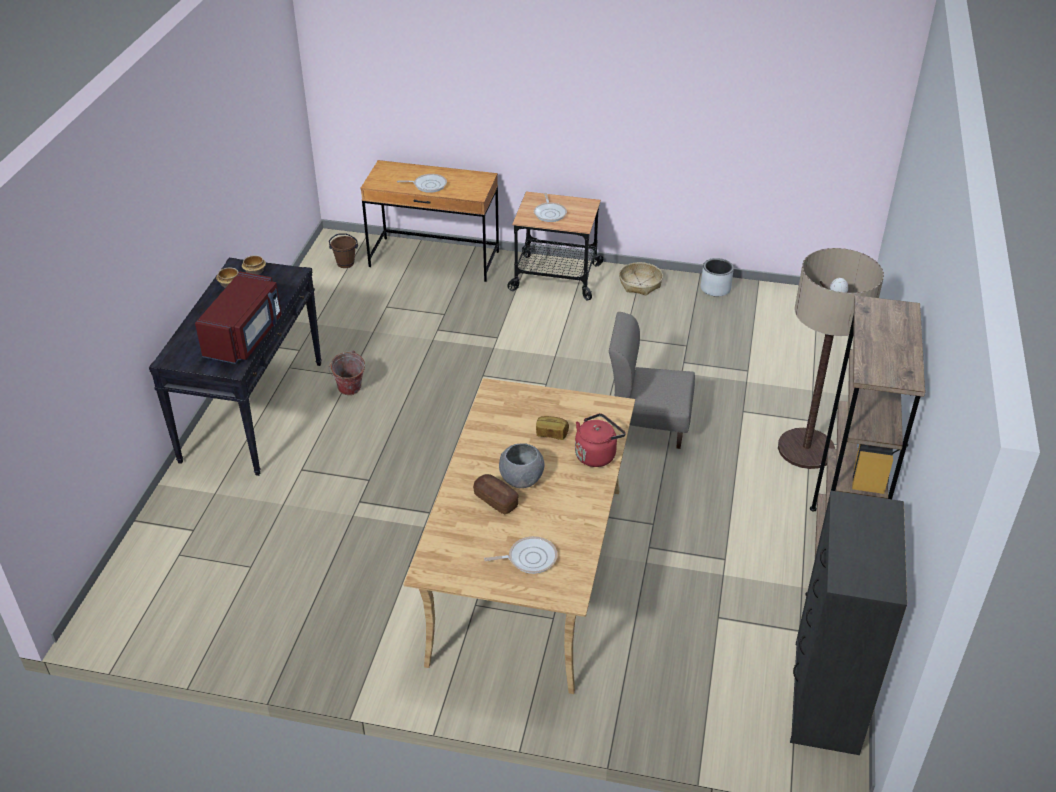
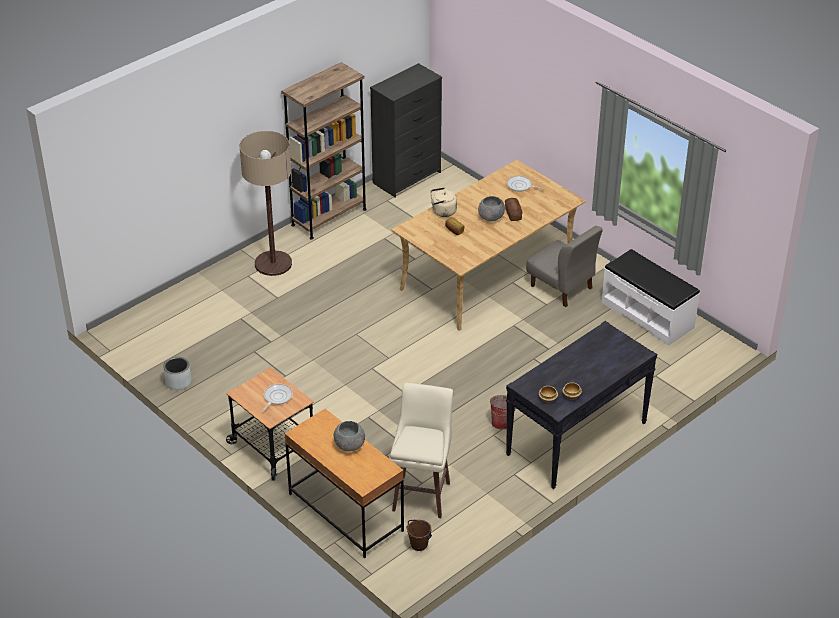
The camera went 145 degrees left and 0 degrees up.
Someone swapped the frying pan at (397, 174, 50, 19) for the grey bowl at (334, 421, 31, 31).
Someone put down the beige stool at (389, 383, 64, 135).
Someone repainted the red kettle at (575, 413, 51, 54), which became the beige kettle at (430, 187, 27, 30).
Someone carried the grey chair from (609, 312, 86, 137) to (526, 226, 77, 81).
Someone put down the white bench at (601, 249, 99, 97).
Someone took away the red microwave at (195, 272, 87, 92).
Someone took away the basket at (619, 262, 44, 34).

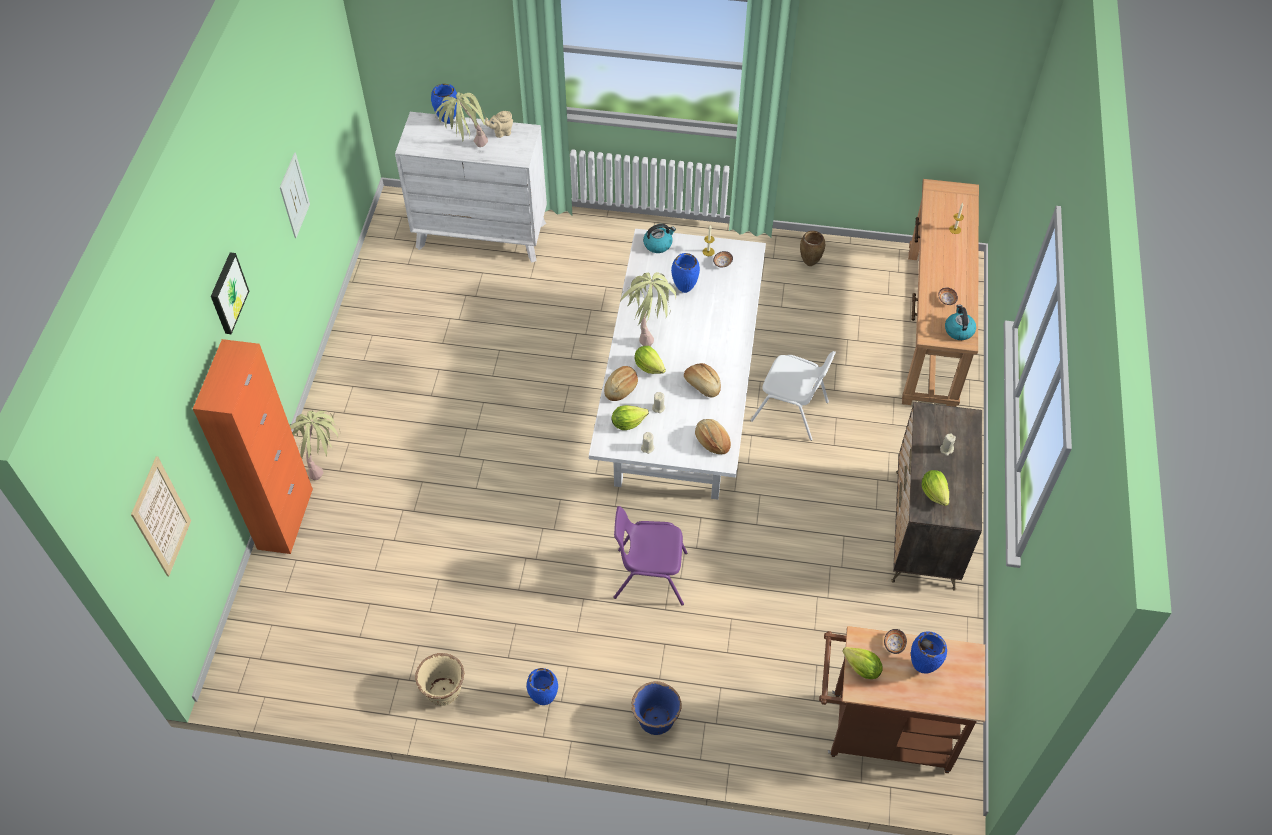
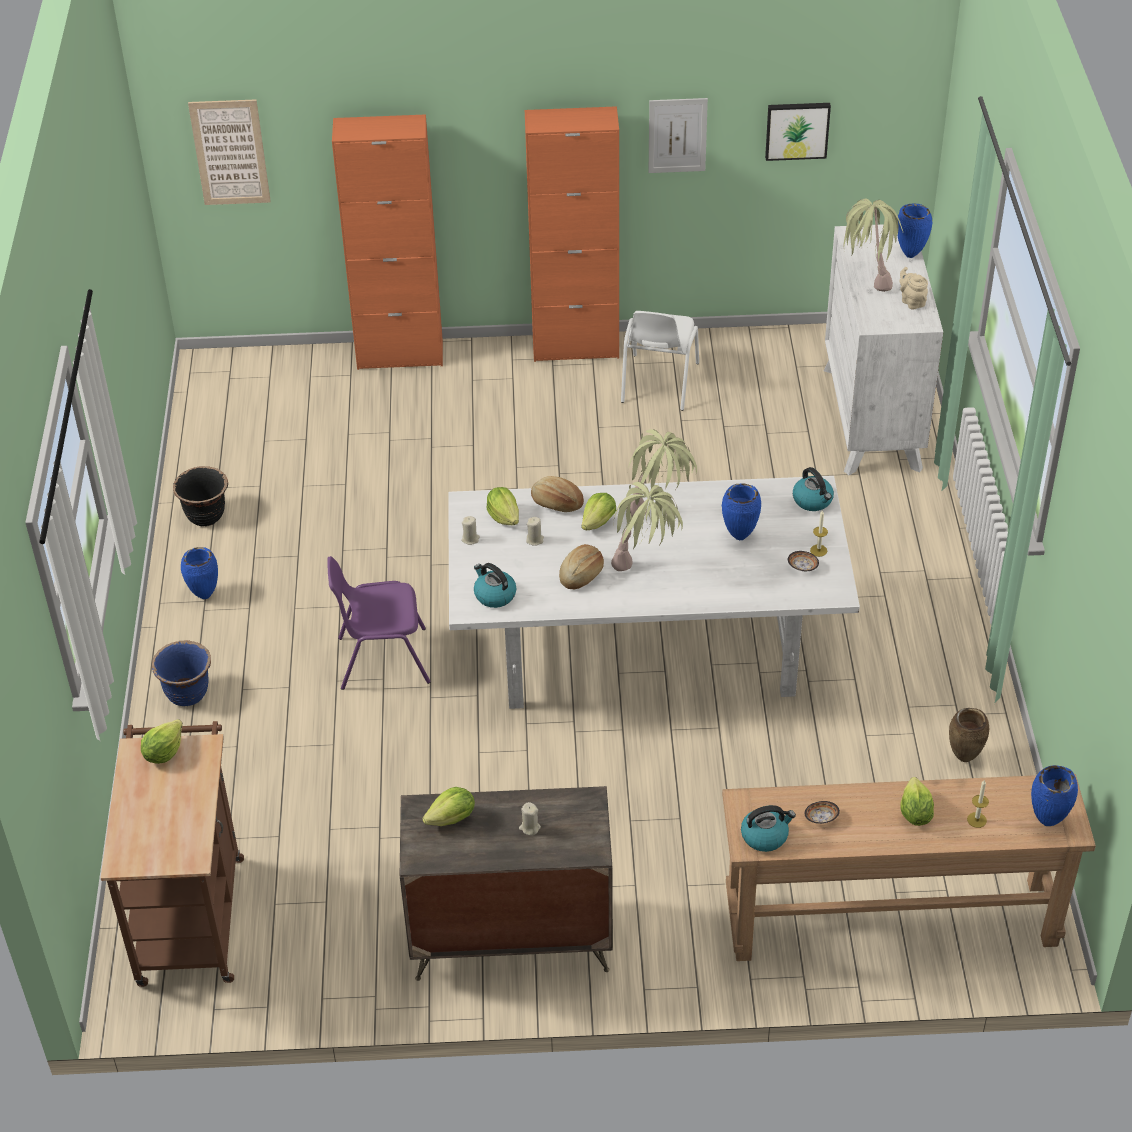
The camera went 80 degrees right and 10 degrees down.
Someone repainted the beige planter at (415, 653, 49, 53), which became the black planter at (173, 466, 55, 60).
Someone rotated the purple chair at (613, 506, 74, 100) by 90 degrees counterclockwise.
Someone swapped the bread at (695, 419, 36, 35) for the kettle at (474, 563, 42, 45).
Someone put down the orange cabinet at (525, 106, 94, 256).
Someone carried the potted plant from (290, 411, 50, 69) to (611, 482, 72, 89).
Someone carried the white chair from (750, 351, 86, 90) to (621, 311, 78, 100).
Someone carried the picture from (211, 252, 38, 82) to (765, 103, 66, 58).
Someone put down the lettuce at (900, 777, 34, 49).
Someone carried the blue vase from (911, 632, 36, 42) to (1031, 765, 47, 61).
Someone took away the bowl at (884, 629, 23, 25).

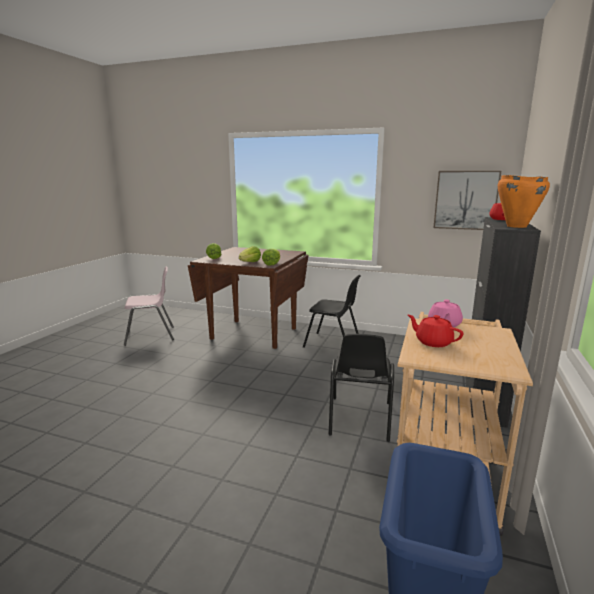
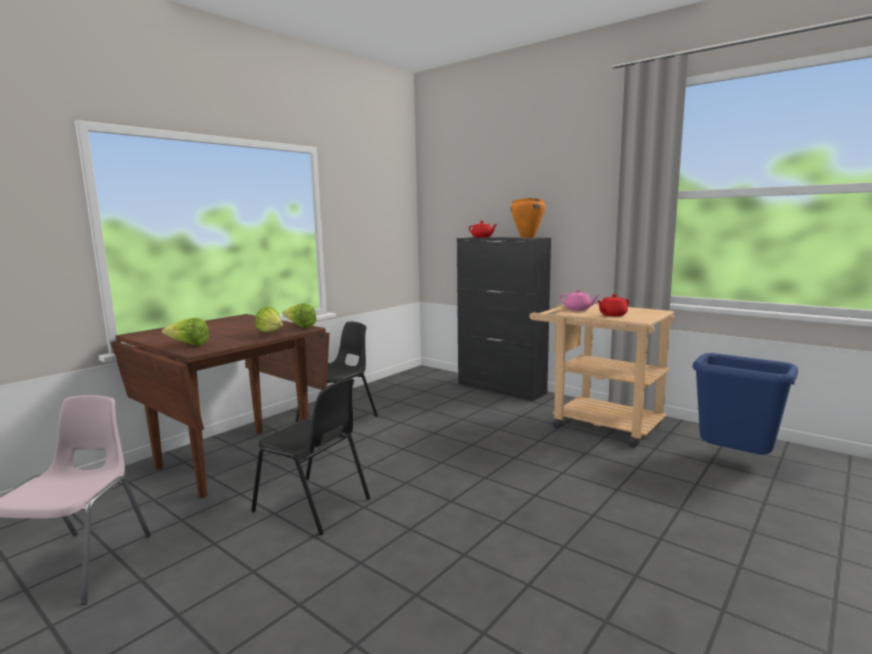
The camera went 70 degrees left and 5 degrees down.
Someone carried the black chair from (329, 334, 65, 108) to (251, 378, 119, 158).
Someone took away the picture at (433, 171, 68, 59).

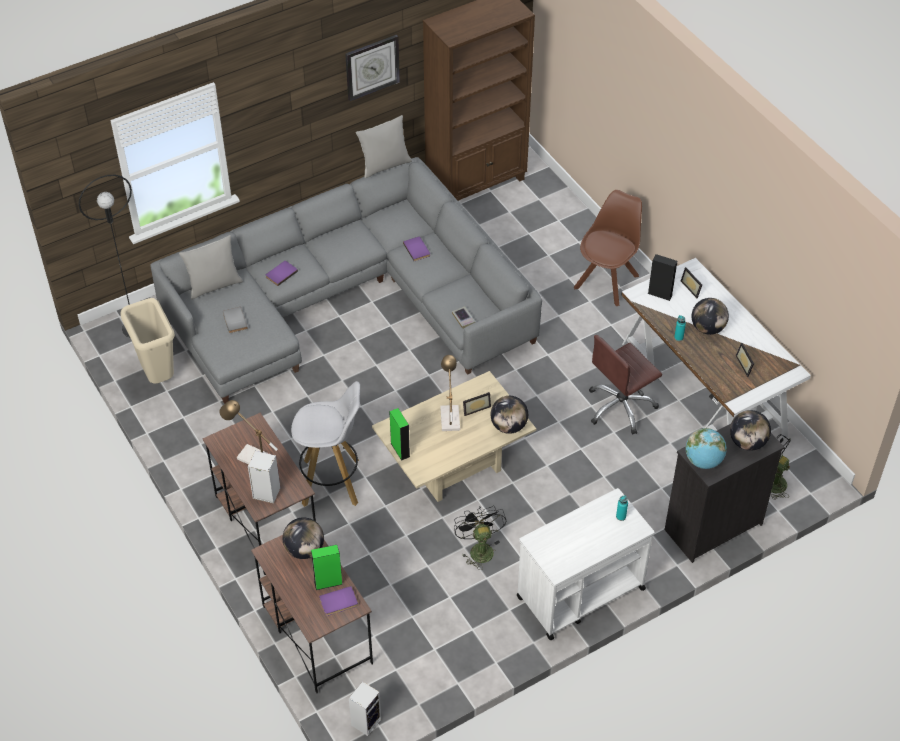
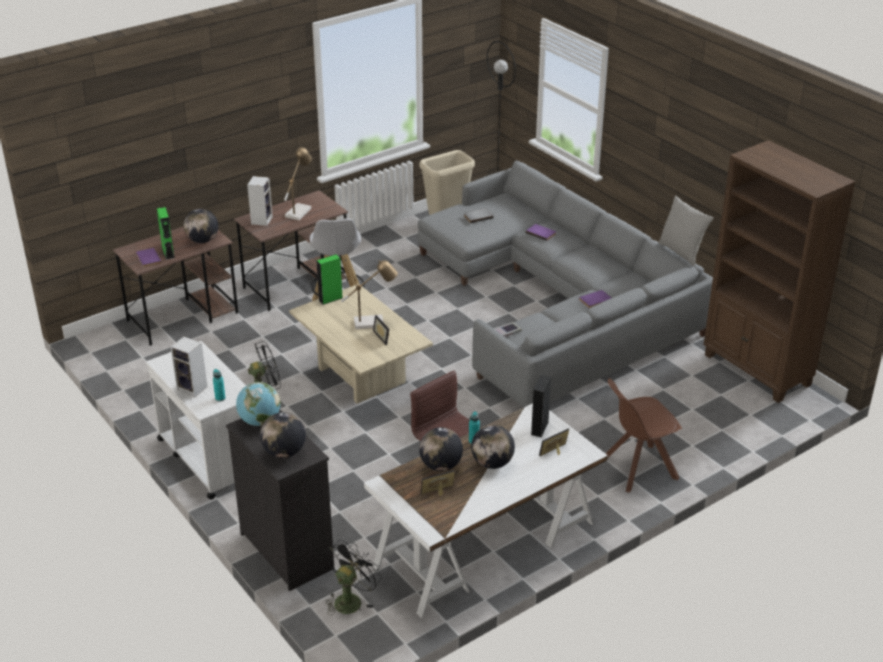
The camera went 85 degrees right and 15 degrees down.
Someone carried the speaker from (349, 682, 33, 54) to (171, 337, 36, 61).
Someone carried the globe from (491, 396, 37, 38) to (419, 427, 44, 44).
Someone rotated the brown chair at (574, 190, 68, 116) by 135 degrees clockwise.
Someone took away the grey pillow at (179, 235, 64, 64).
Someone took away the wall clock at (345, 34, 55, 67).

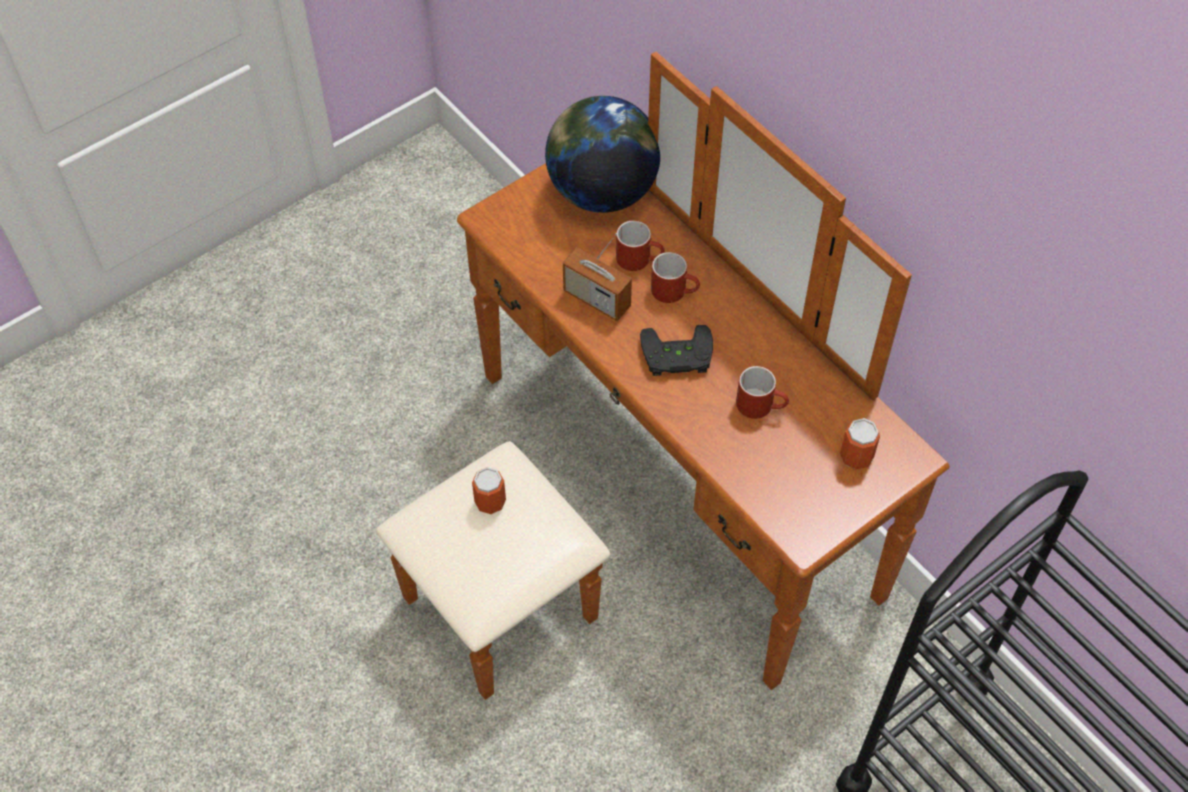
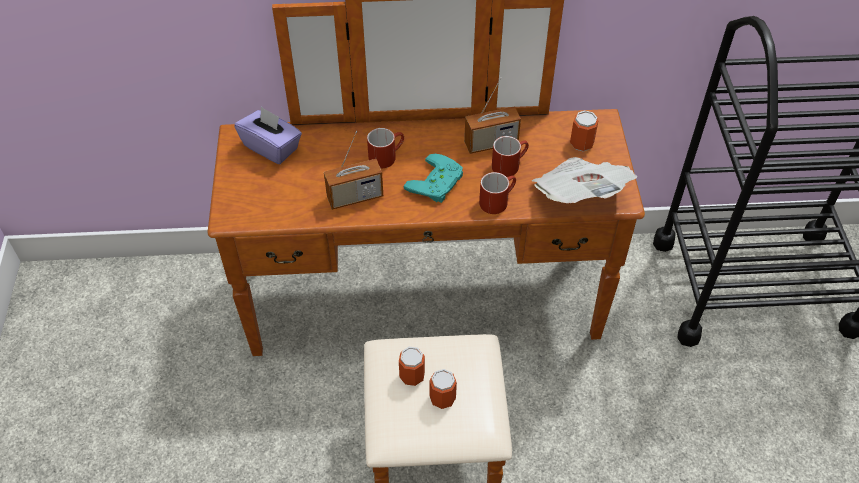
The camera went 55 degrees left and 5 degrees down.
Someone swapped the globe at (545, 96, 115, 117) for the purple tissue box at (235, 106, 67, 58).
Someone repainted the black game controller at (640, 325, 73, 51), which became the turquoise game controller at (404, 154, 59, 49).
Someone put down the can at (430, 369, 27, 40).
Someone put down the radio at (464, 78, 57, 76).
Someone carried the red mug from (616, 220, 49, 51) to (479, 172, 37, 42).
Someone put down the newspaper at (532, 157, 105, 46).

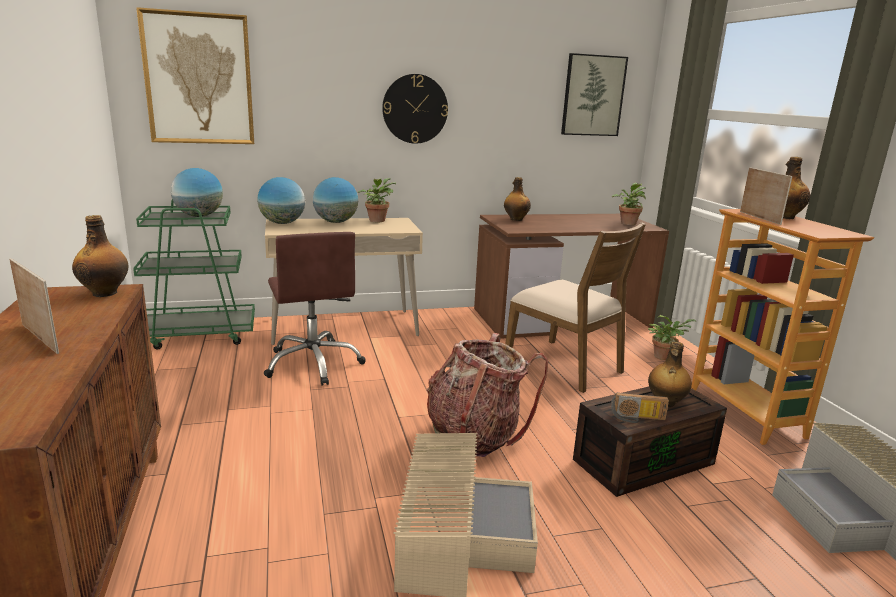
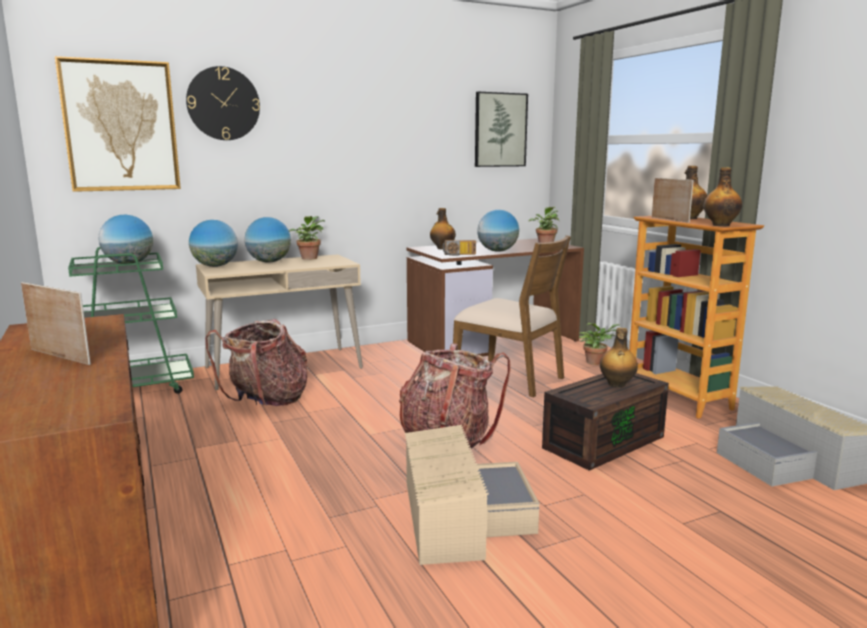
The camera went 10 degrees left and 5 degrees down.
Someone carried the wall clock from (382, 74, 66, 70) to (186, 66, 74, 74).
Someone swapped the brown office chair at (264, 232, 102, 154) for the backpack at (205, 319, 102, 87).
Someone carried the radio from (611, 393, 58, 30) to (442, 240, 34, 16).
Someone put down the globe at (477, 210, 42, 42).
Someone carried the bottle from (72, 215, 56, 82) to (703, 167, 39, 59).

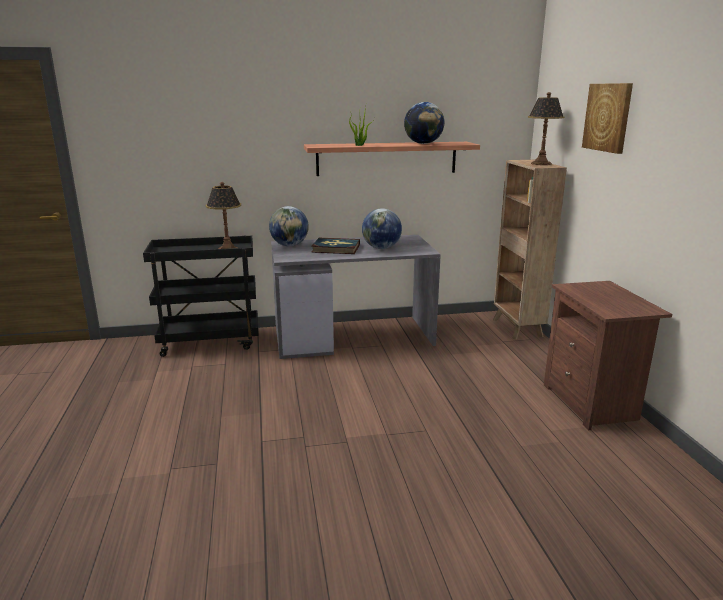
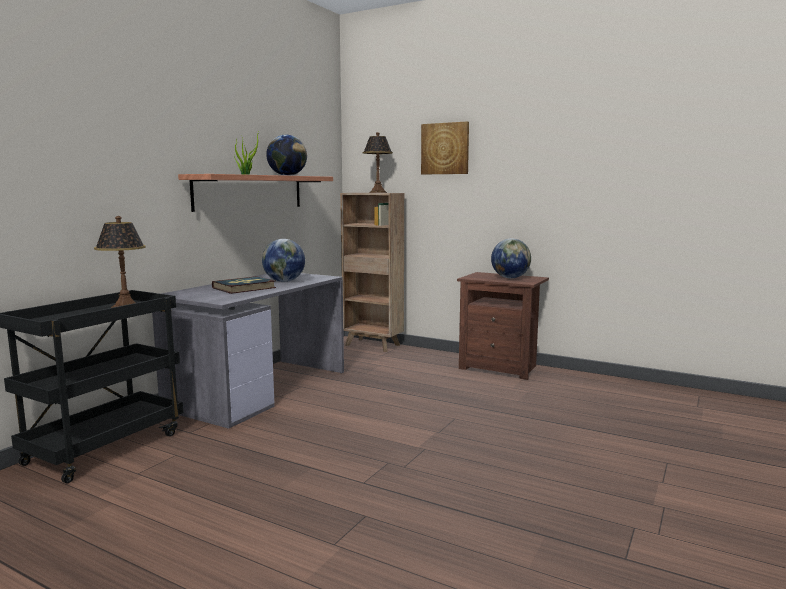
The camera went 50 degrees left and 10 degrees down.
Someone carried the globe from (269, 206, 40, 40) to (491, 238, 40, 40).

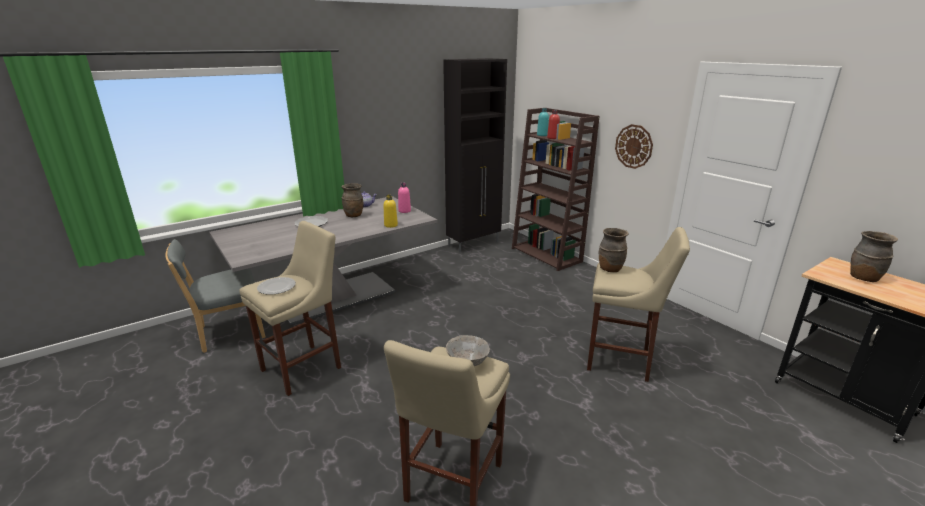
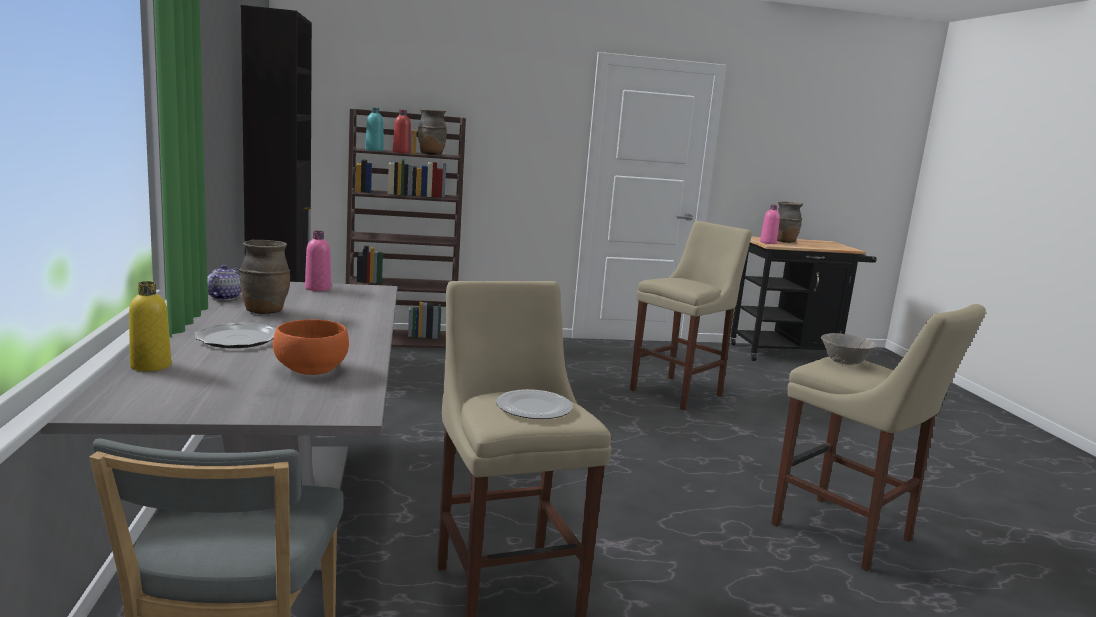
The camera went 65 degrees left and 10 degrees down.
Someone carried the yellow bottle from (384, 195, 14, 33) to (129, 281, 42, 91).
Someone put down the orange bowl at (273, 319, 76, 56).
Someone carried the brown vase from (599, 228, 30, 44) to (418, 109, 29, 46).
Someone put down the pink bottle at (760, 204, 20, 40).
Someone took away the wall clock at (615, 124, 38, 45).

